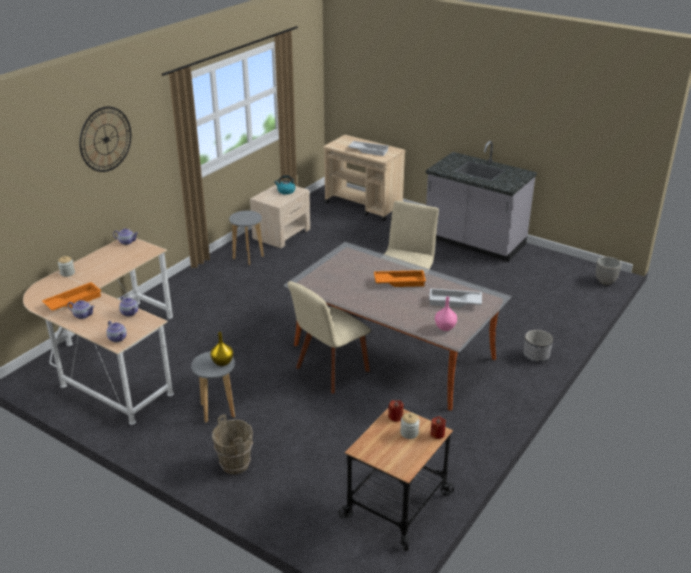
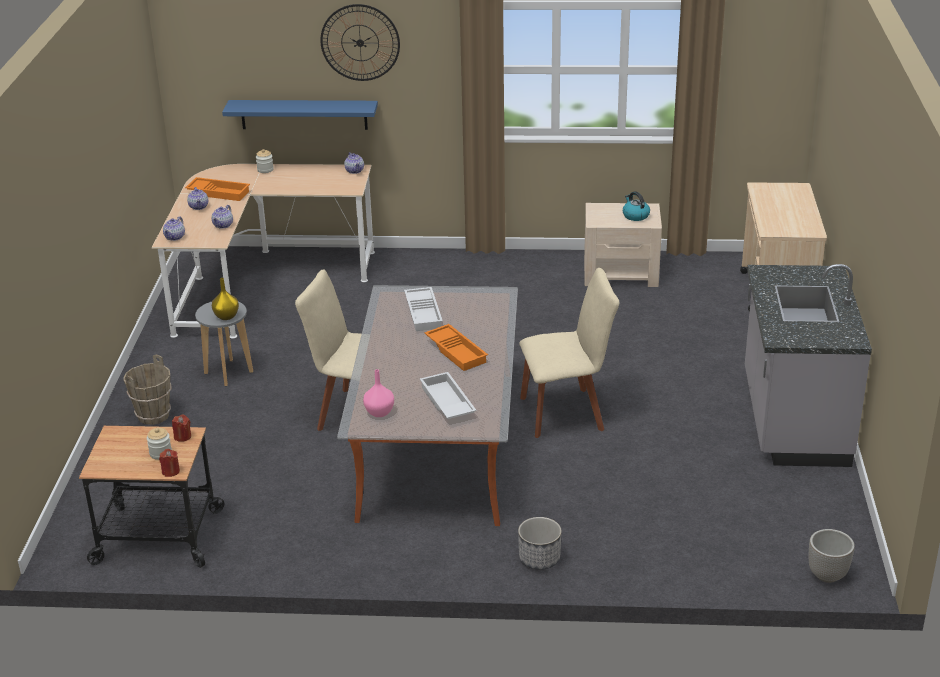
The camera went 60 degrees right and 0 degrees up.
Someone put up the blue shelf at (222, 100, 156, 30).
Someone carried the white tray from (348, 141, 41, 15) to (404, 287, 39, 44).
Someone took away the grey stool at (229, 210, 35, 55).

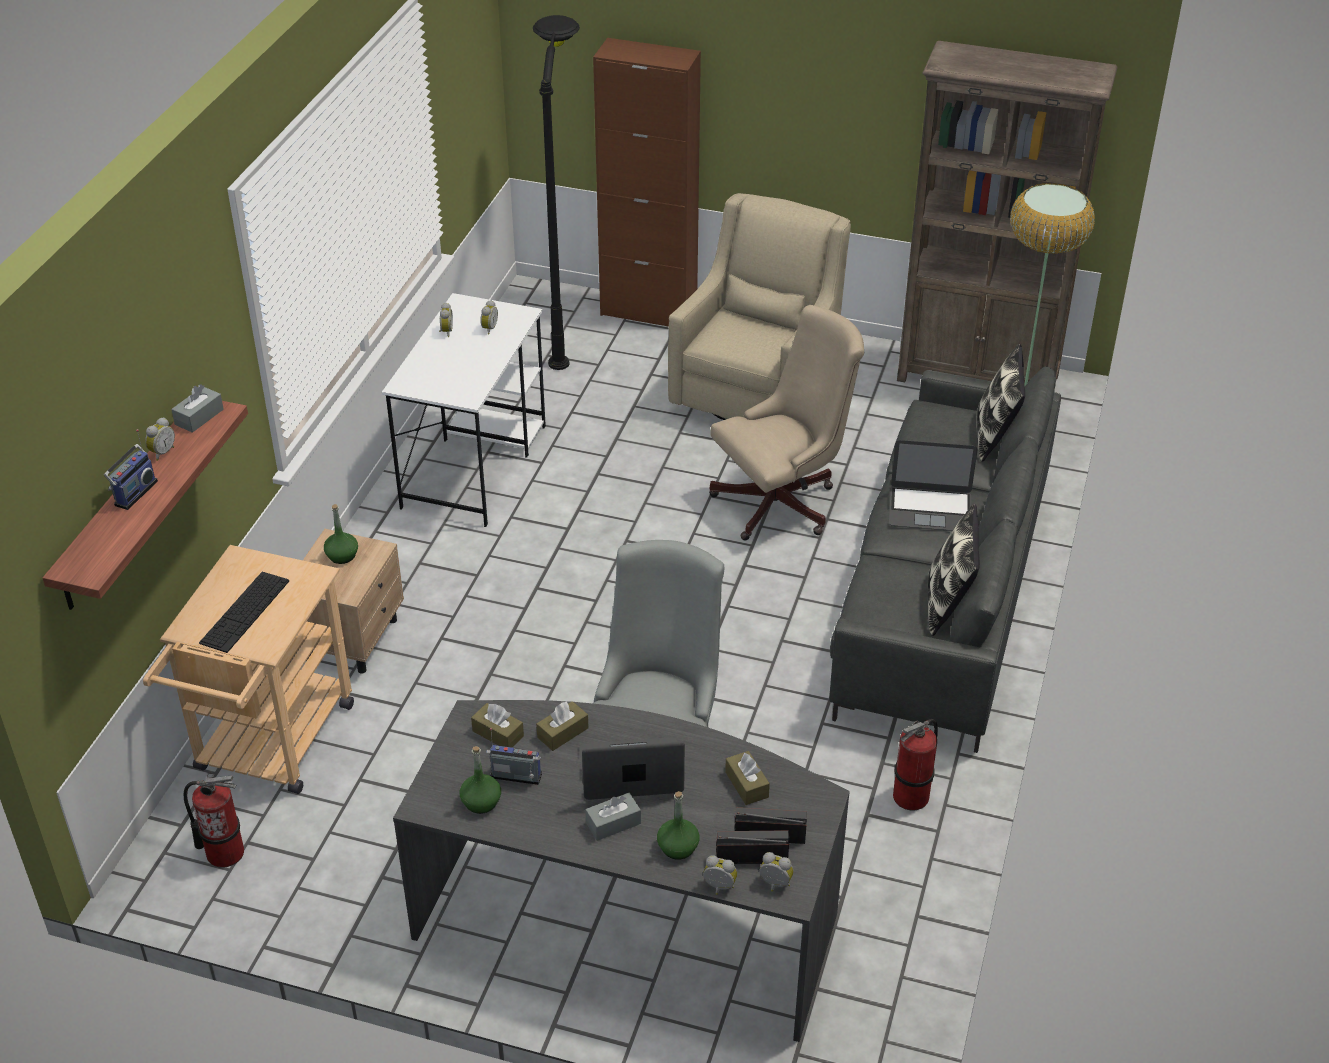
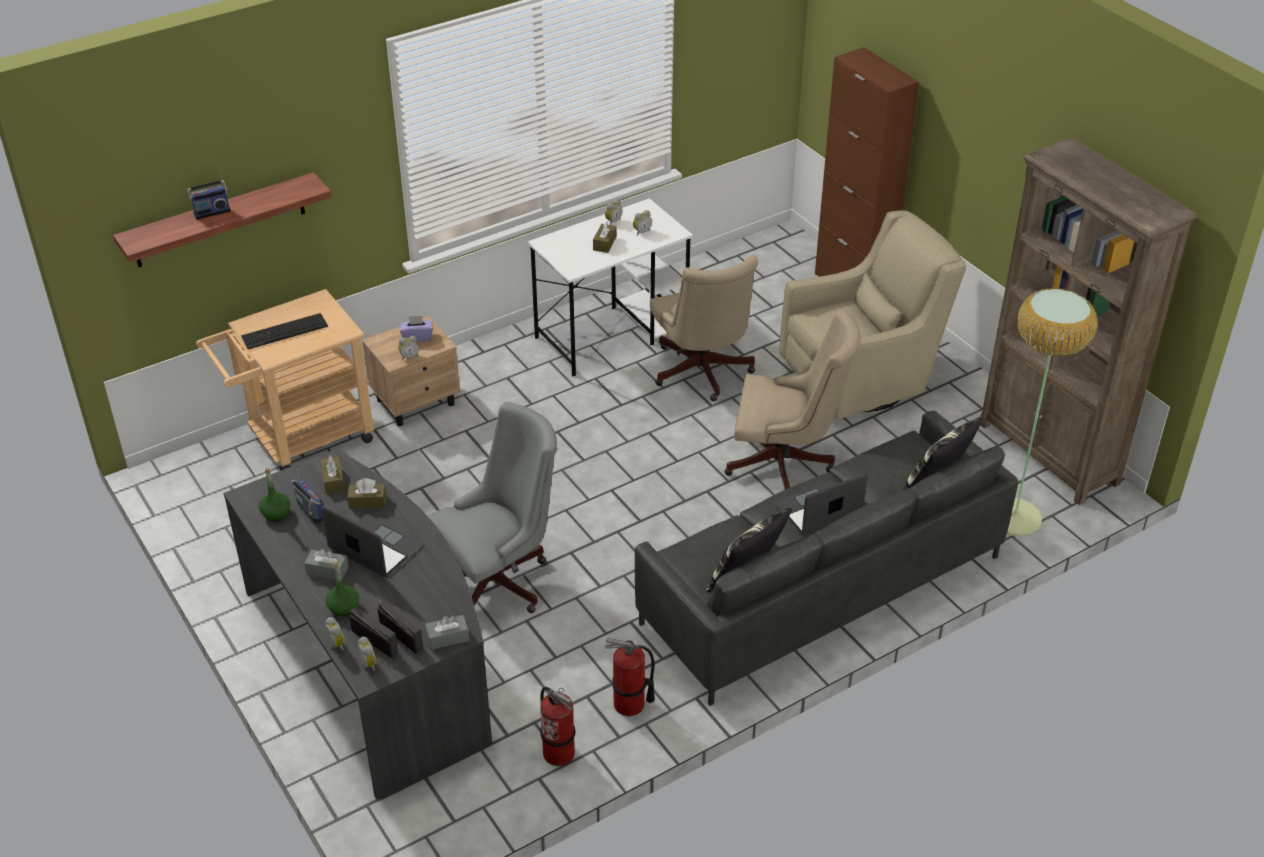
The camera went 40 degrees right and 0 degrees up.
Someone carried the alarm clock from (145, 417, 30, 44) to (398, 335, 21, 25).
Someone swapped the green bottle at (324, 504, 34, 60) for the purple tissue box at (400, 316, 33, 26).
Someone carried the grey tissue box from (171, 384, 53, 49) to (425, 615, 44, 35).
Someone carried the fire extinguisher from (184, 772, 60, 96) to (540, 687, 35, 79).
Someone carried the brown tissue box from (725, 751, 45, 54) to (593, 221, 24, 32).
Someone put down the beige office chair at (650, 255, 108, 146).
Someone rotated the laptop at (889, 440, 89, 91) by 105 degrees clockwise.
Someone took away the black floor lamp at (533, 15, 47, 355).

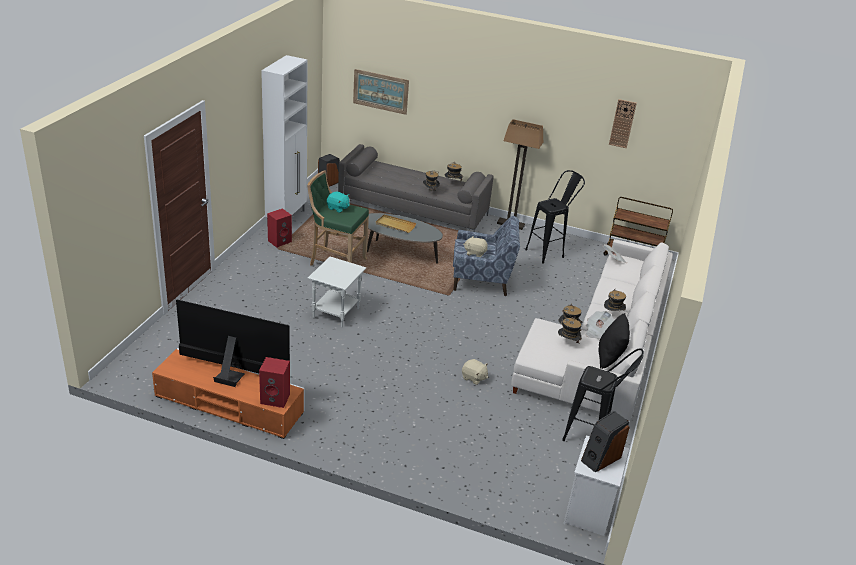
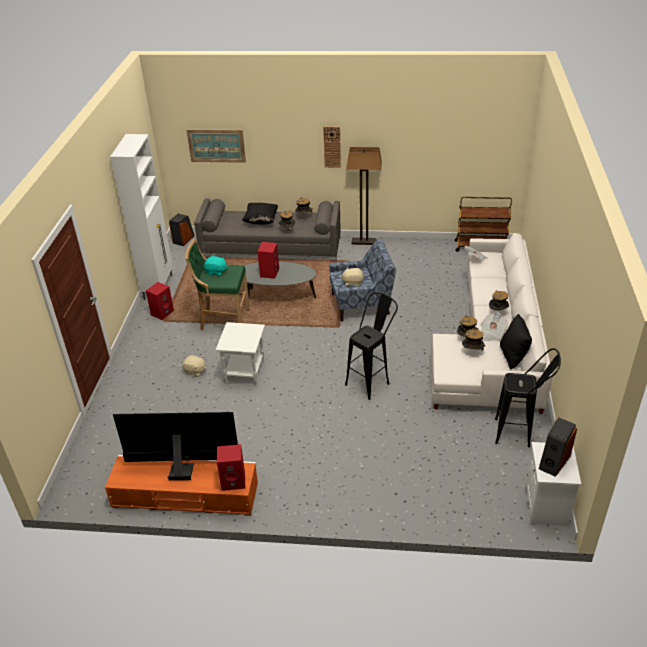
The camera went 10 degrees left and 5 degrees up.
Someone carried the beige plush toy from (462, 359, 26, 26) to (182, 355, 24, 22).
Someone put down the black pillow at (242, 203, 36, 21).
Someone swapped the beige tray at (376, 215, 40, 18) for the red speaker at (257, 242, 22, 37).
Someone carried the wall clock from (609, 99, 28, 49) to (323, 126, 18, 42).
Someone carried the black stool from (525, 170, 60, 94) to (345, 292, 53, 108).

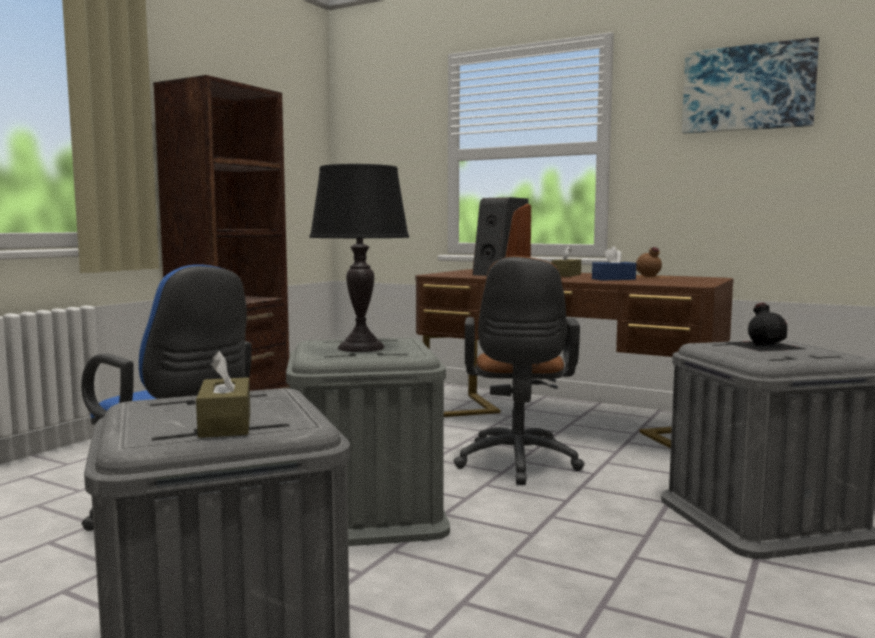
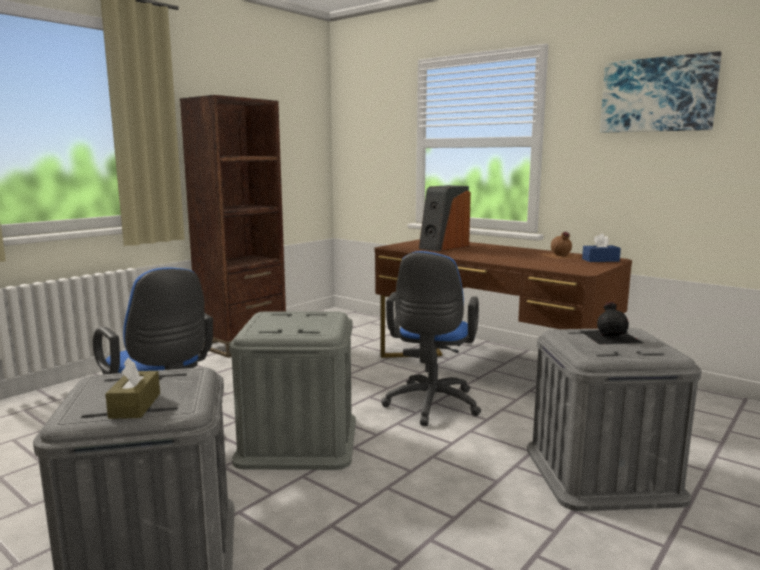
The camera went 10 degrees right and 5 degrees up.
Someone repainted the brown office chair at (454, 256, 130, 229), which became the blue office chair at (381, 251, 100, 175).
Someone carried the blue tissue box from (592, 246, 44, 35) to (582, 233, 39, 29).
Someone took away the black table lamp at (309, 164, 100, 188).
Someone took away the brown tissue box at (552, 245, 29, 32).

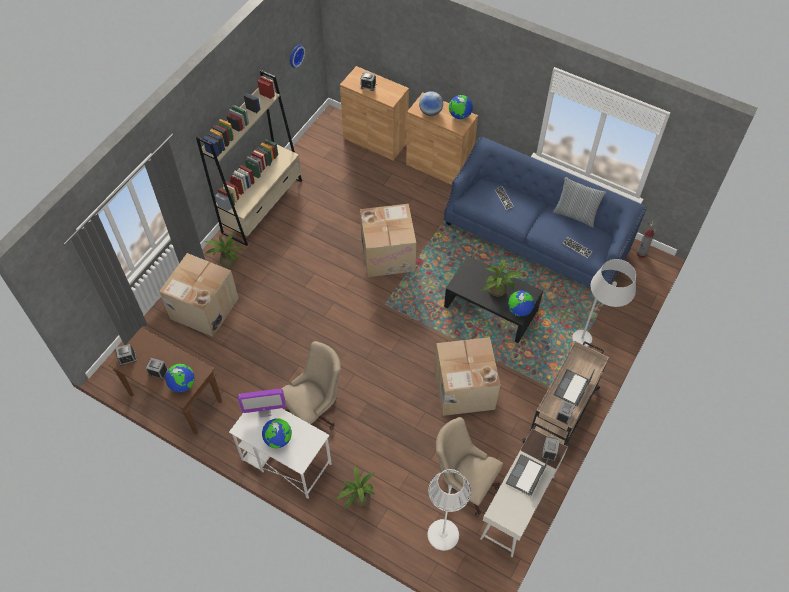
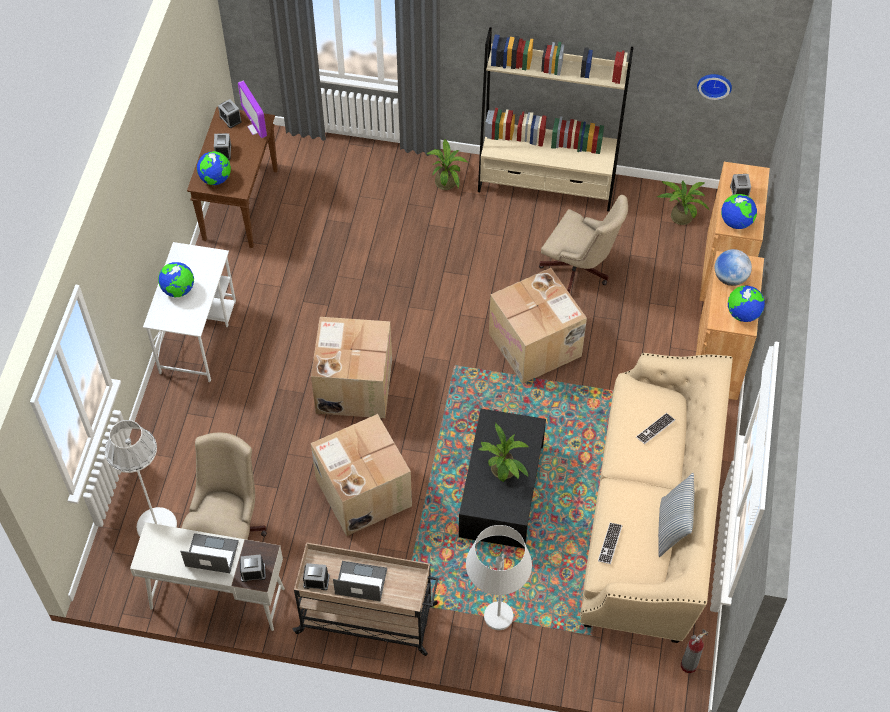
The camera went 70 degrees right and 0 degrees up.
Someone carried the monitor from (238, 389, 48, 28) to (238, 81, 29, 57).
Someone carried the cardboard box from (159, 253, 80, 84) to (311, 317, 81, 101).
Someone carried the beige office chair from (281, 341, 60, 89) to (539, 195, 89, 98).
Someone repainted the blue sofa at (444, 136, 203, 152), which became the beige sofa at (580, 353, 153, 290).
Someone carried the potted plant from (336, 466, 39, 43) to (657, 181, 53, 44).
Someone carried the globe from (508, 290, 26, 26) to (721, 194, 36, 35).

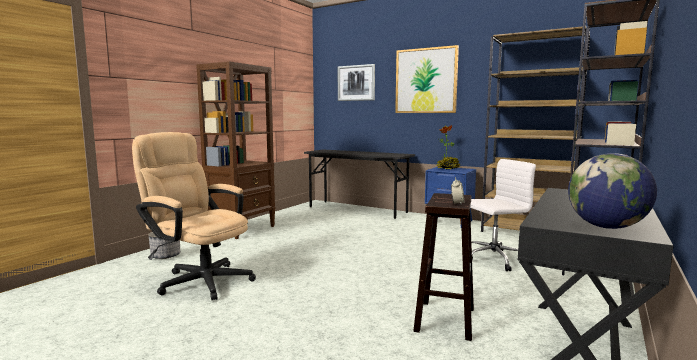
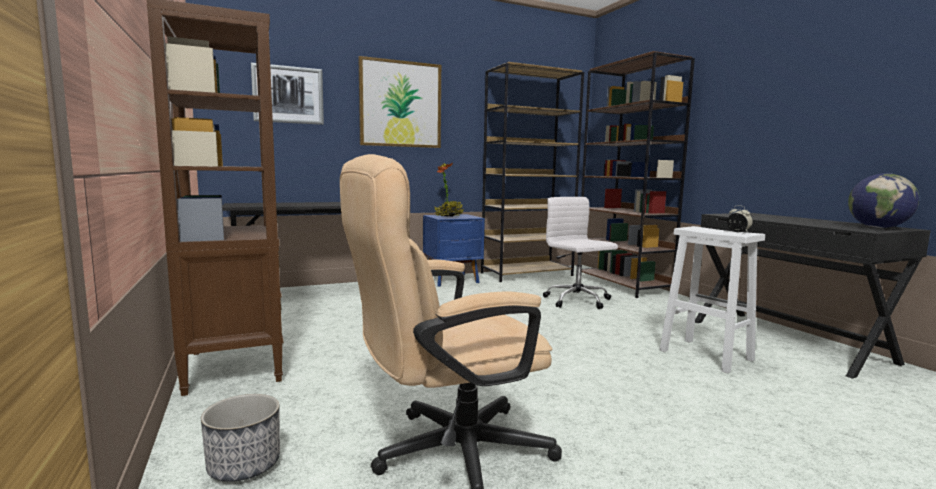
The camera went 55 degrees left and 0 degrees up.
Someone rotated the white office chair at (470, 159, 66, 112) by 45 degrees counterclockwise.
Someone repainted the brown stool at (413, 193, 61, 148), which became the white stool at (659, 226, 106, 148).

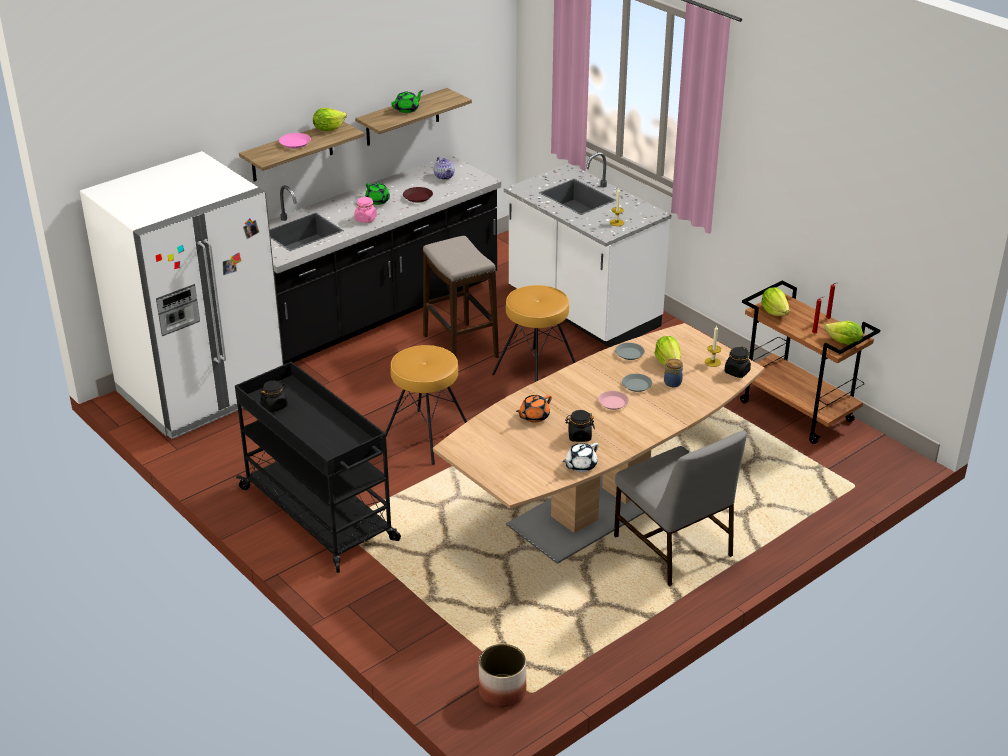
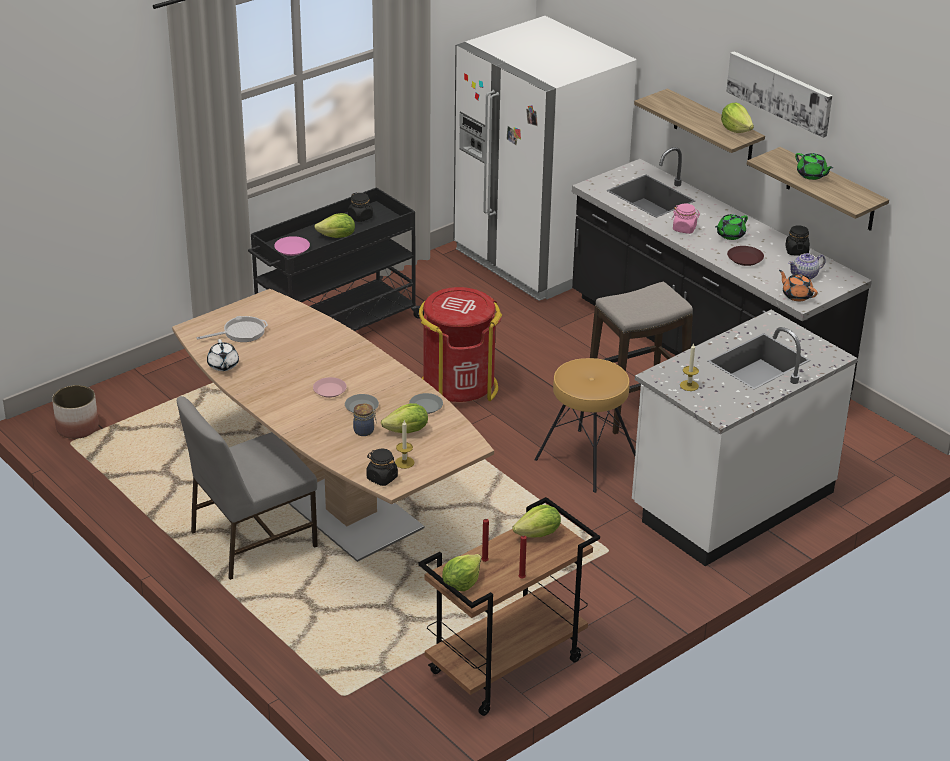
The camera went 90 degrees right and 0 degrees up.
Someone put down the frying pan at (196, 316, 72, 26).
Someone rotated the white teapot at (563, 443, 36, 29) by 150 degrees counterclockwise.
Someone carried the pink plate from (279, 133, 32, 15) to (274, 236, 36, 20).
Someone put down the lettuce at (314, 213, 41, 25).
Someone swapped the brown stool at (385, 345, 82, 120) for the red trash can at (419, 287, 83, 115).
Someone put up the picture at (726, 51, 106, 87).
Someone carried the orange teapot from (516, 395, 36, 28) to (779, 270, 39, 31).
Someone carried the black jar from (565, 410, 30, 32) to (785, 225, 25, 31).

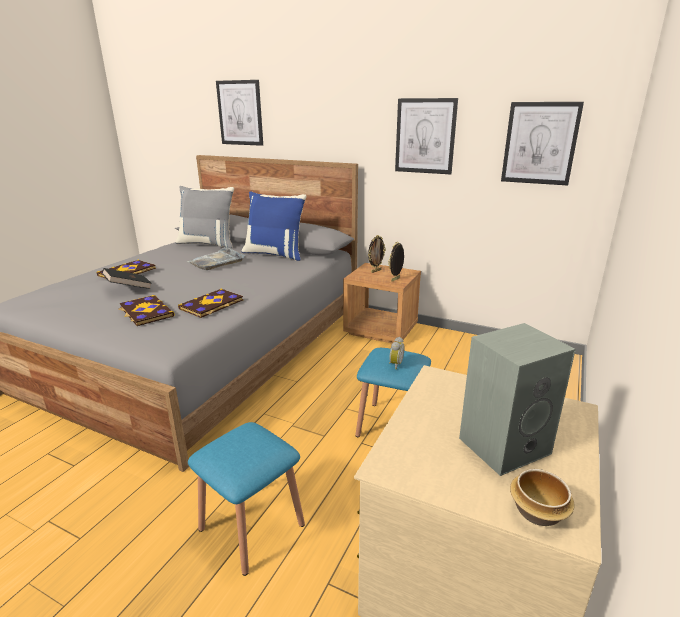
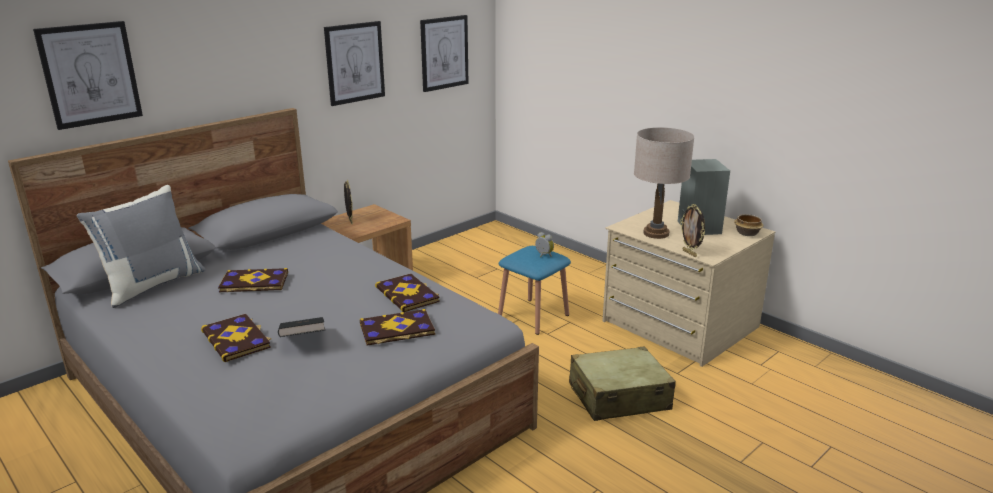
The camera went 70 degrees left and 0 degrees up.
Someone swapped the grey tray at (187, 247, 58, 23) for the book at (218, 268, 70, 24).
Someone swapped the blue stool at (188, 422, 117, 154) for the beige suitcase at (569, 346, 107, 75).
Someone put down the beige table lamp at (634, 127, 61, 112).
Someone carried the picture frame from (388, 242, 16, 40) to (680, 204, 25, 53).
Someone took away the blue pillow at (241, 191, 66, 70).

